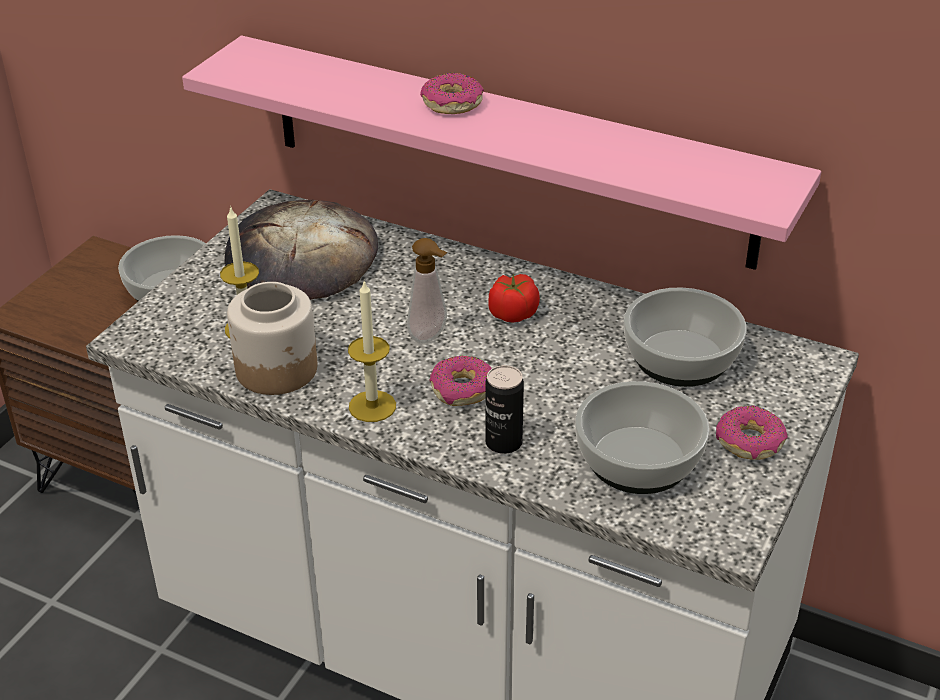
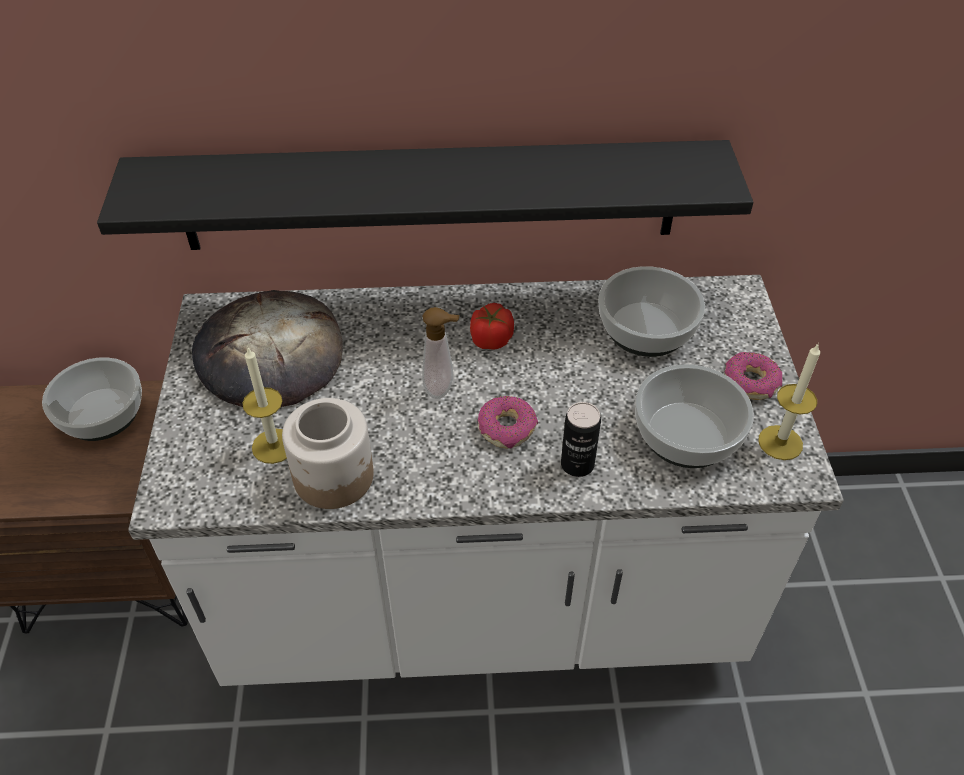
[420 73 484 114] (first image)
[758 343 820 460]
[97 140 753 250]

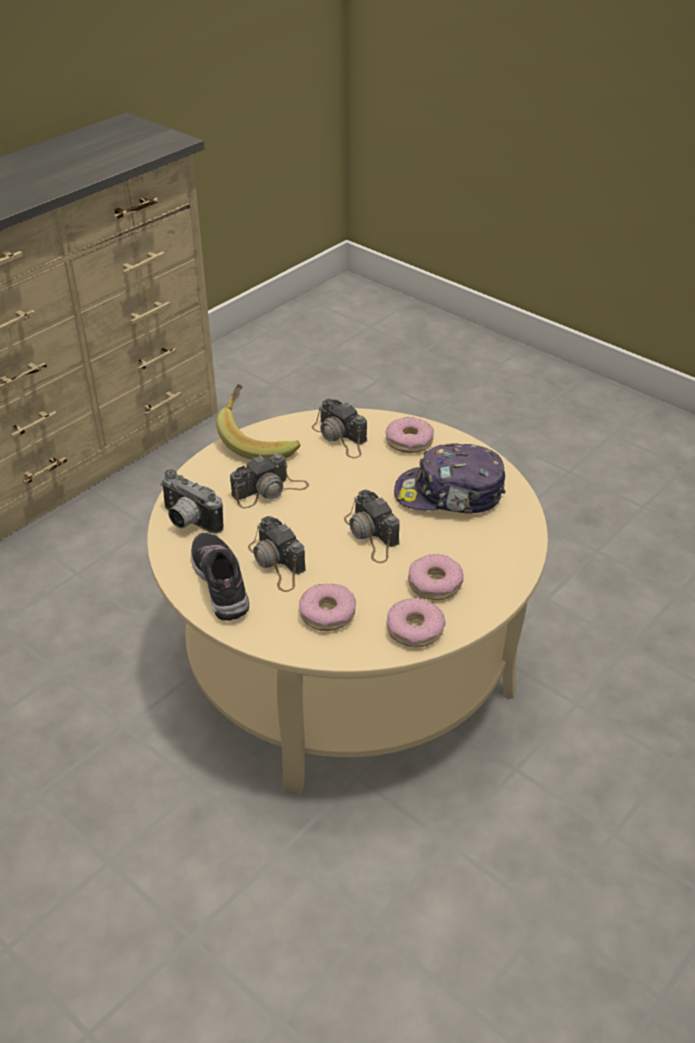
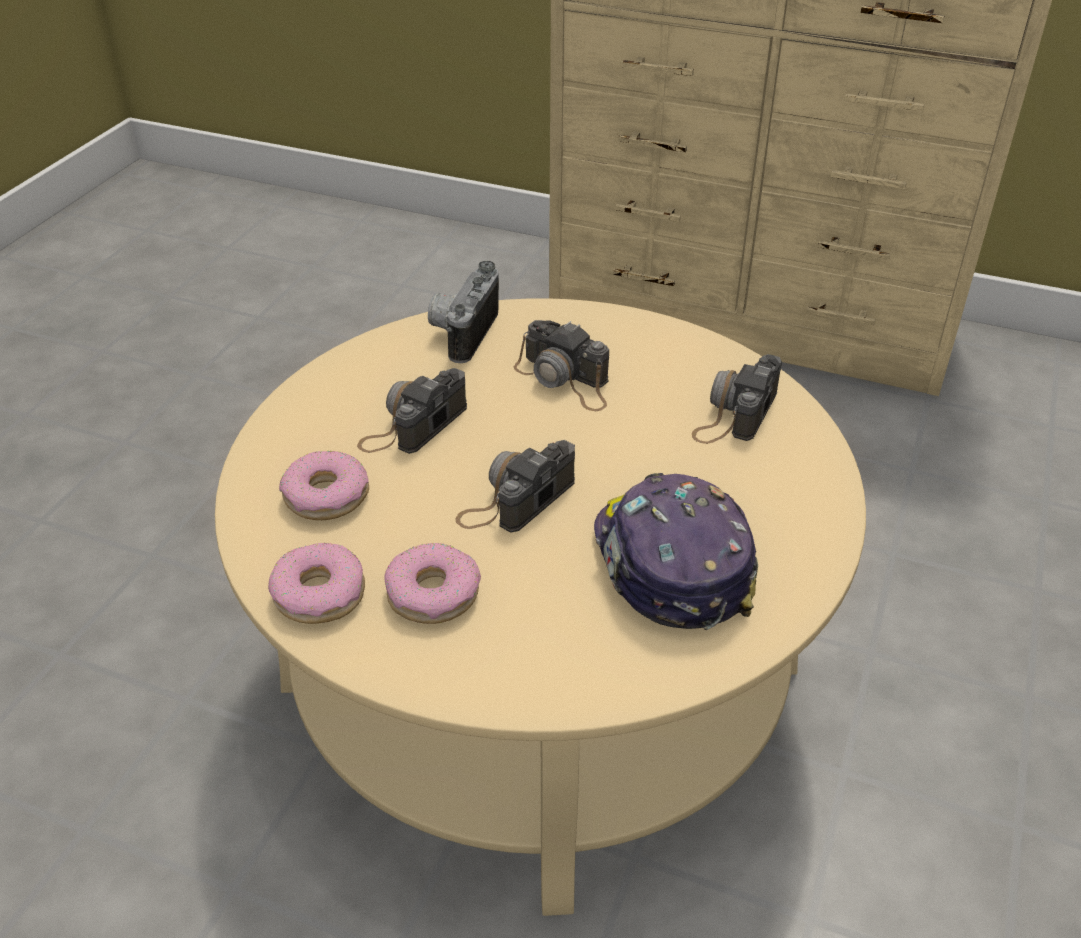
[191 533 249 621] (first image)
[216 384 301 460] (first image)
[386 417 434 453] (first image)

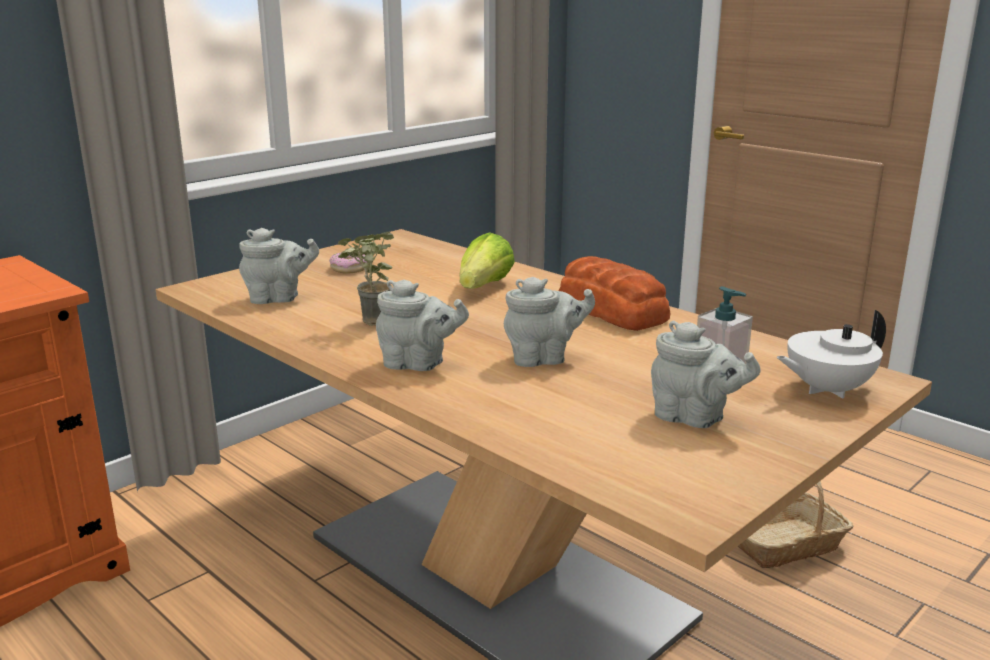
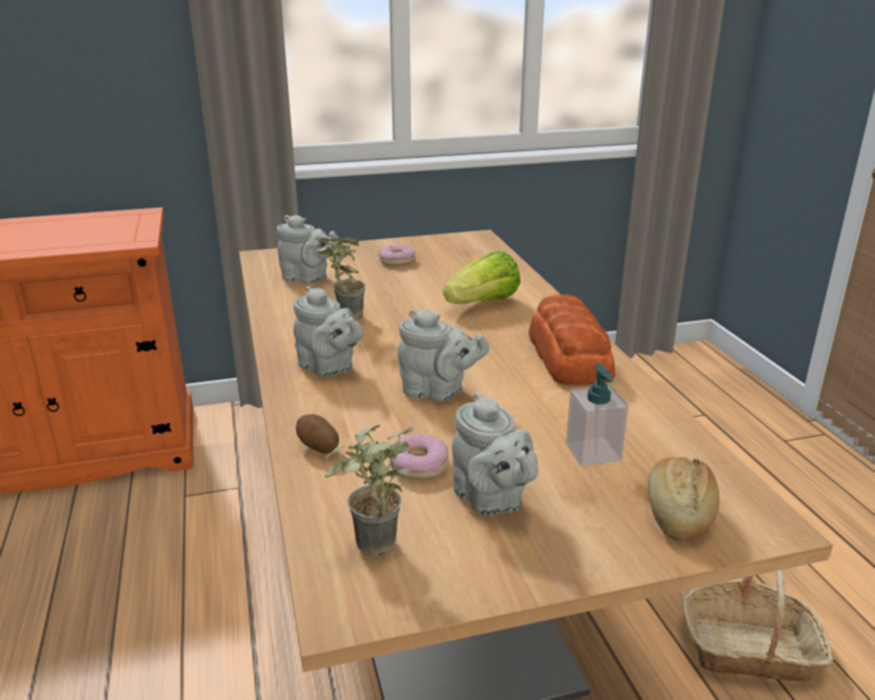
[296 414 339 454]
[324 425 415 557]
[389 434 448 480]
[648 457 720 542]

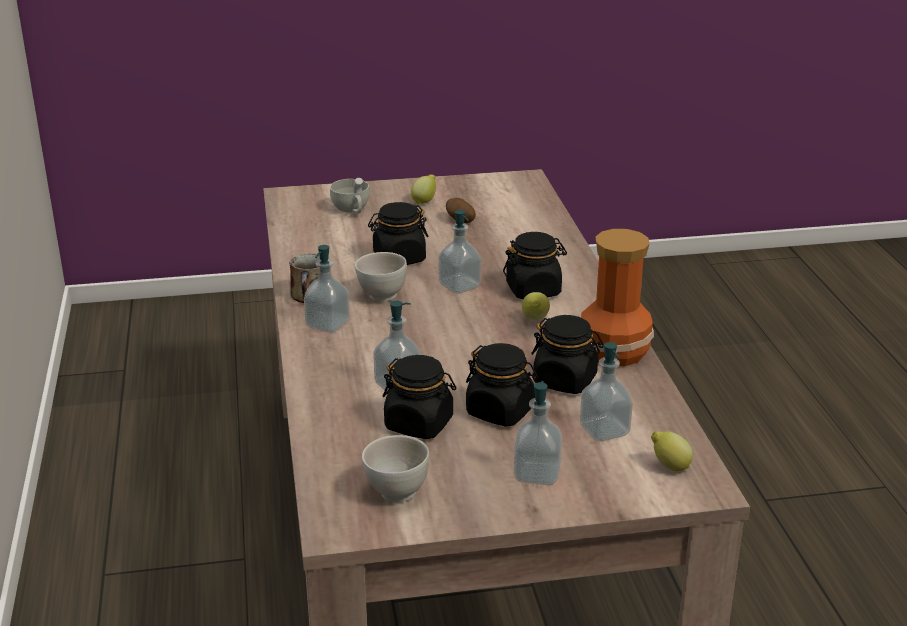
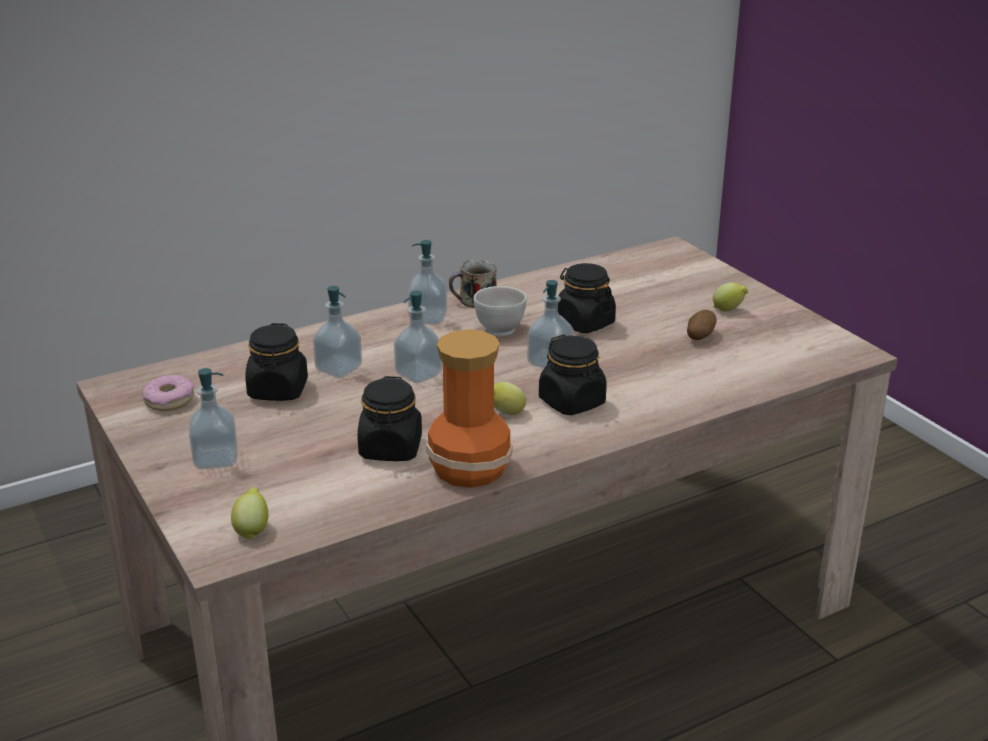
[330 178 370 214] (first image)
[466 343 538 427] (first image)
[394 291 442 383]
[141 374 194 411]

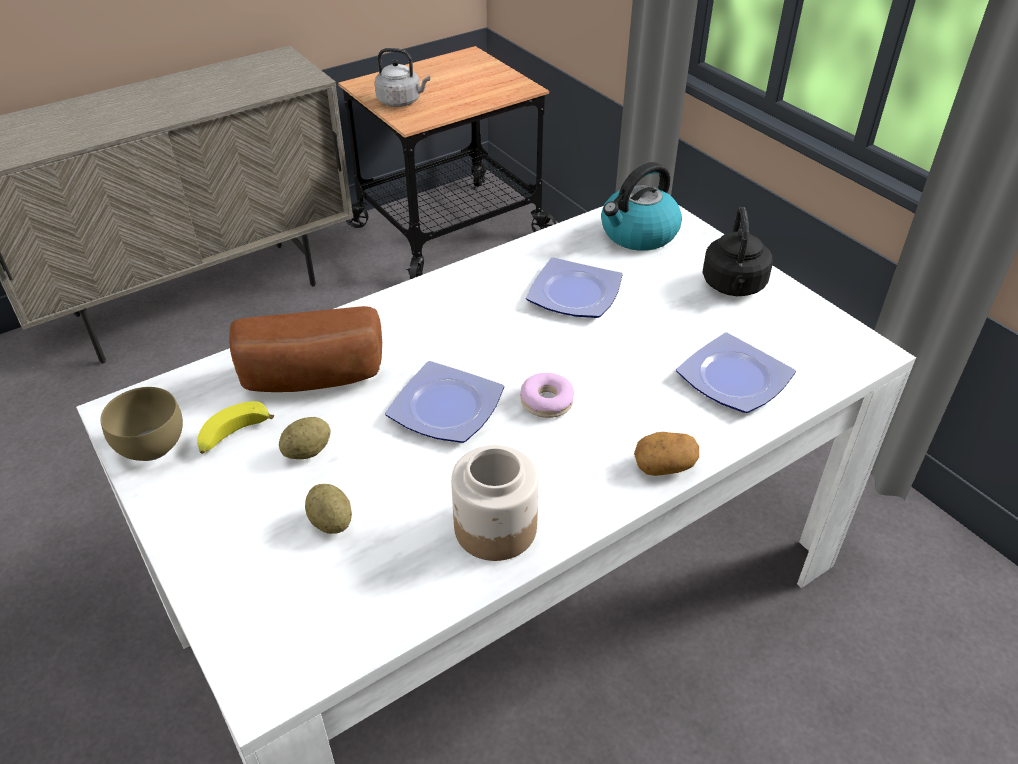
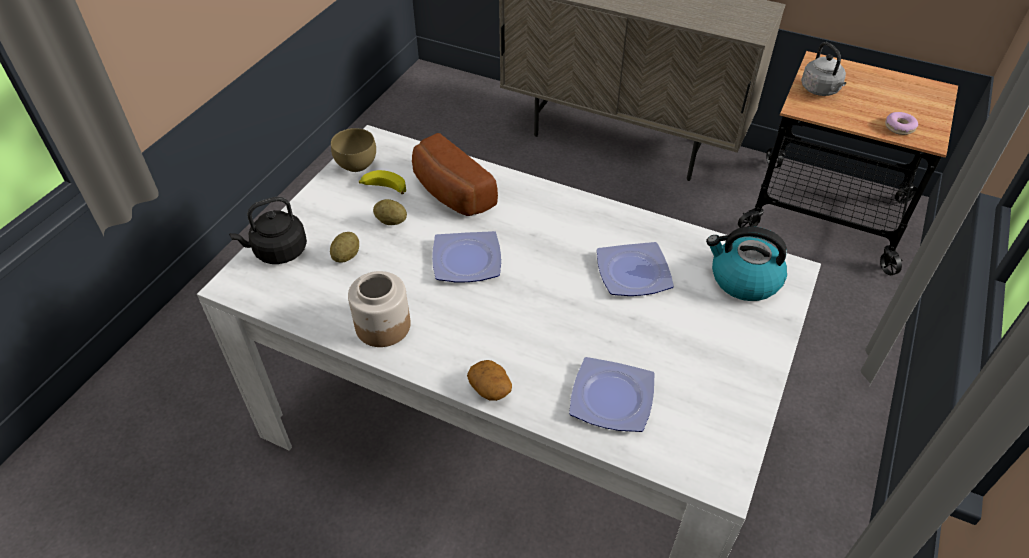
[885 112 918 135]
[229 197 307 264]

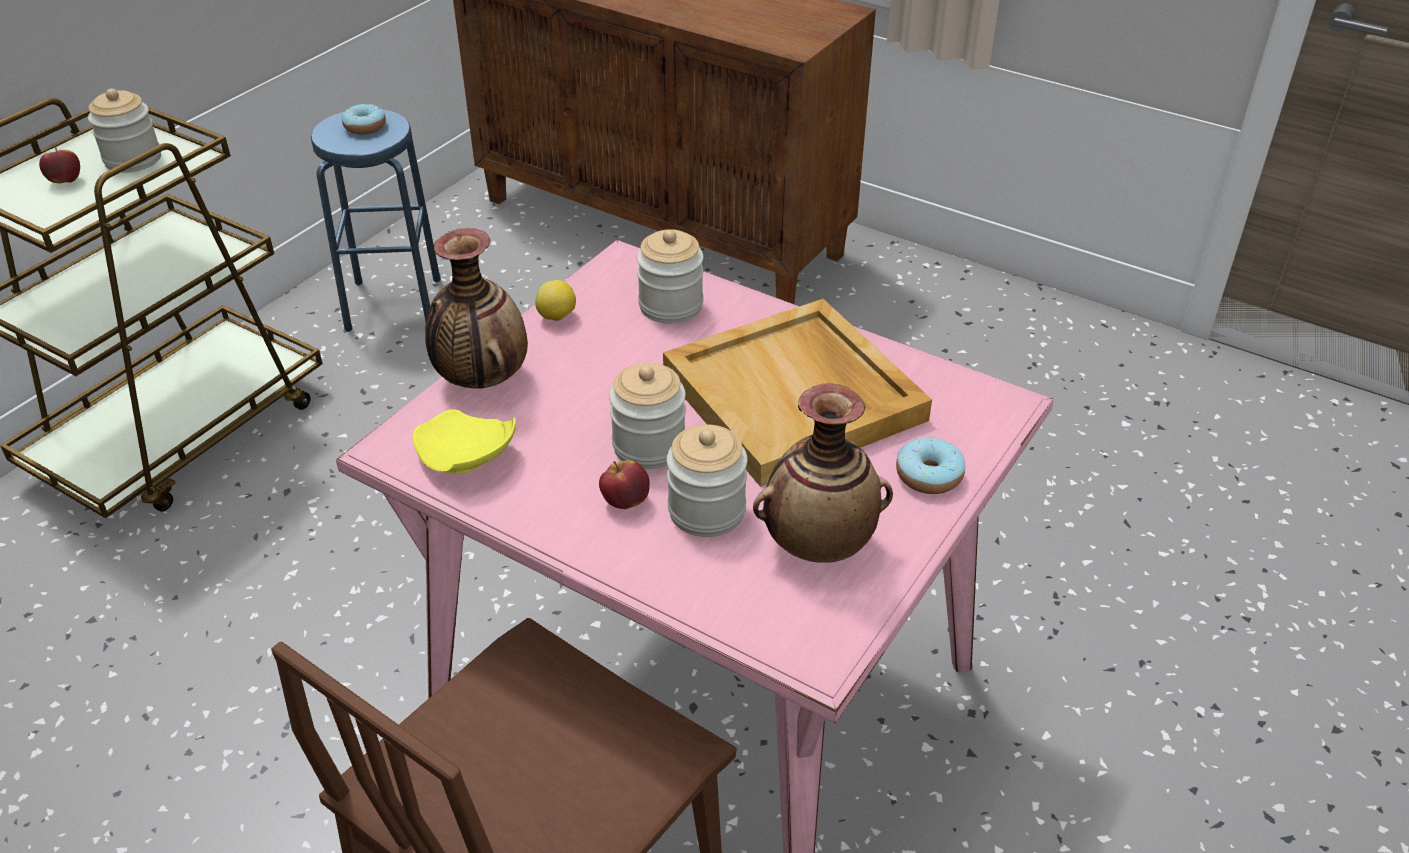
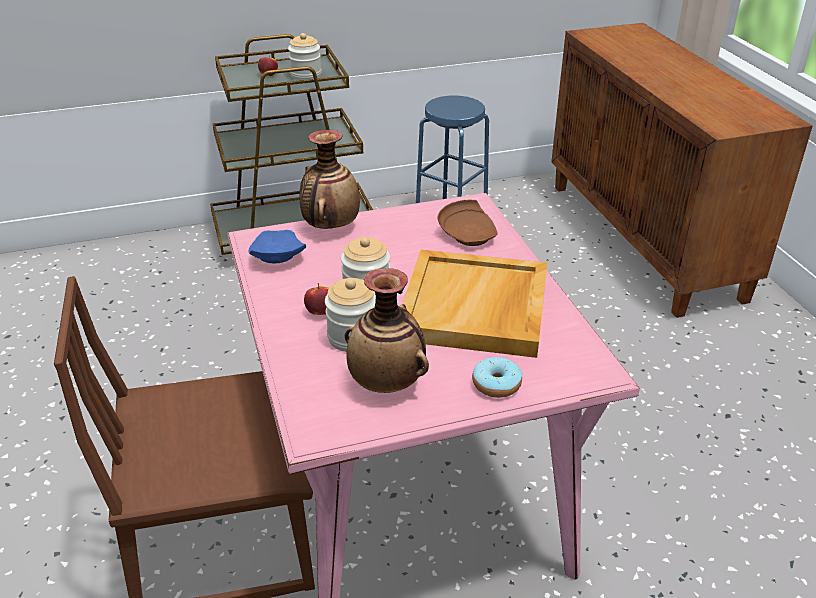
[342 104 386 134] (first image)
[535 280 576 321] (first image)
[437 200 498 246]
[248 230 306 263]

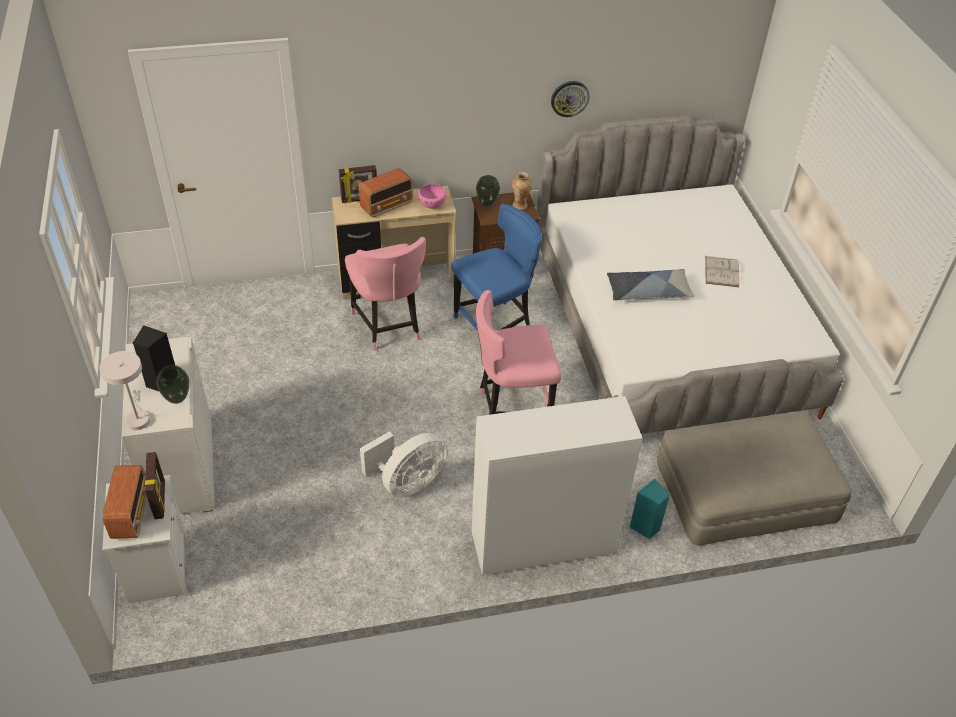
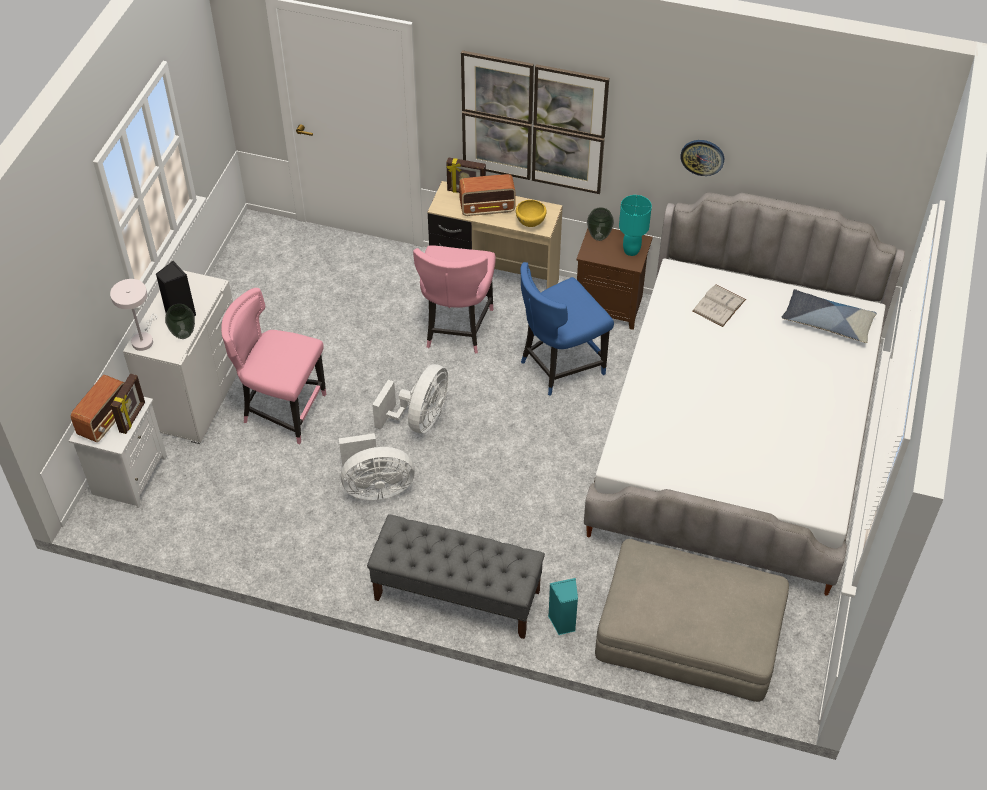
[372 364 448 433]
[461 50 609 194]
[221 288 326 444]
[782 289 877 343]
[692 284 746 327]
[367 514 545 639]
[619 195 652 256]
[516 200 546 227]
[520 262 614 396]

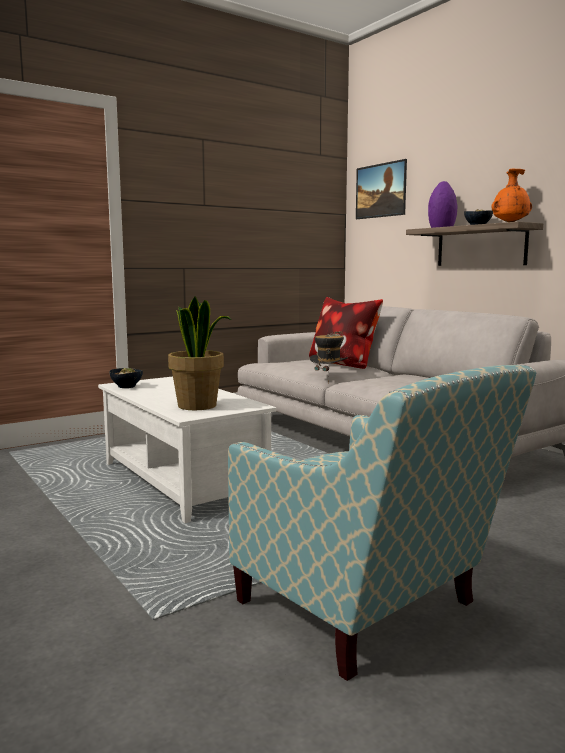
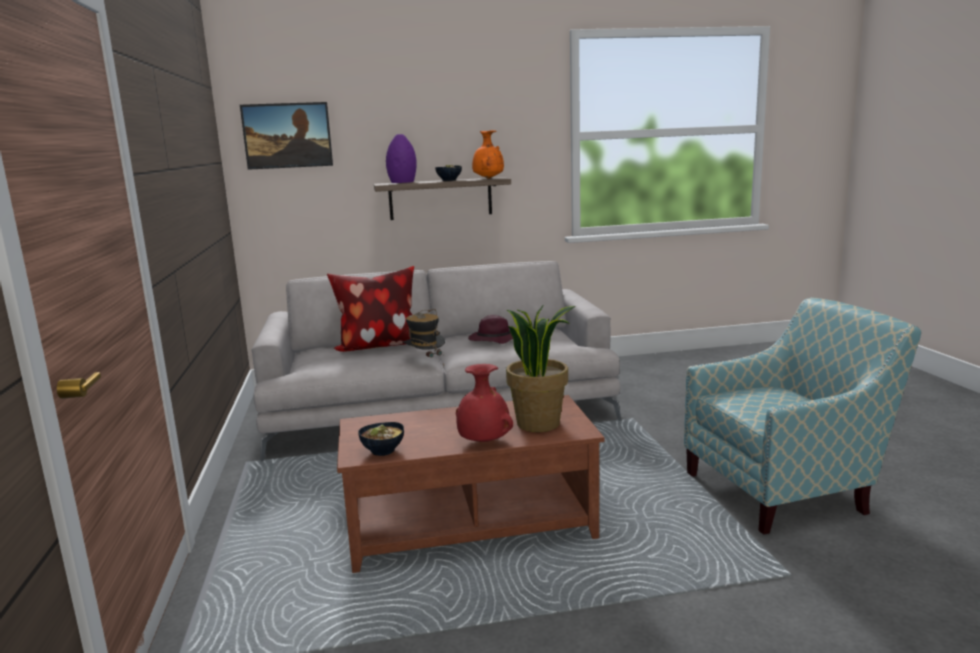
[456 364 513 442]
[468 315 513 344]
[337 395 604 573]

